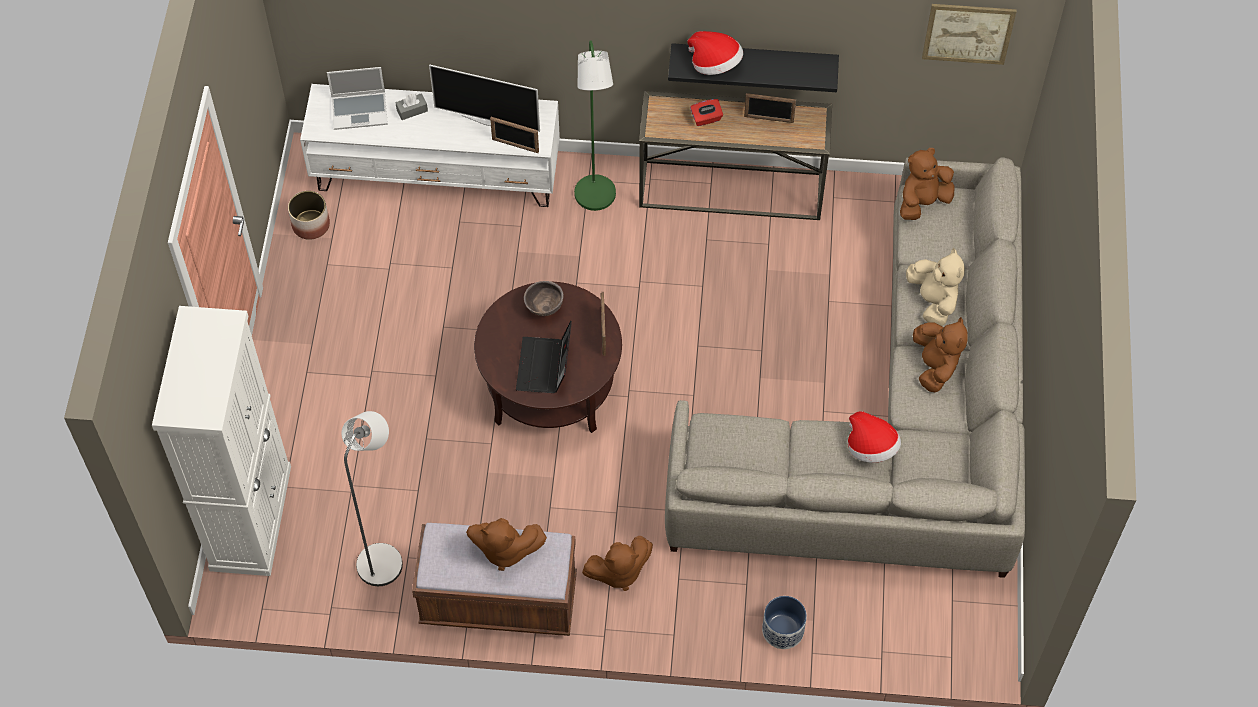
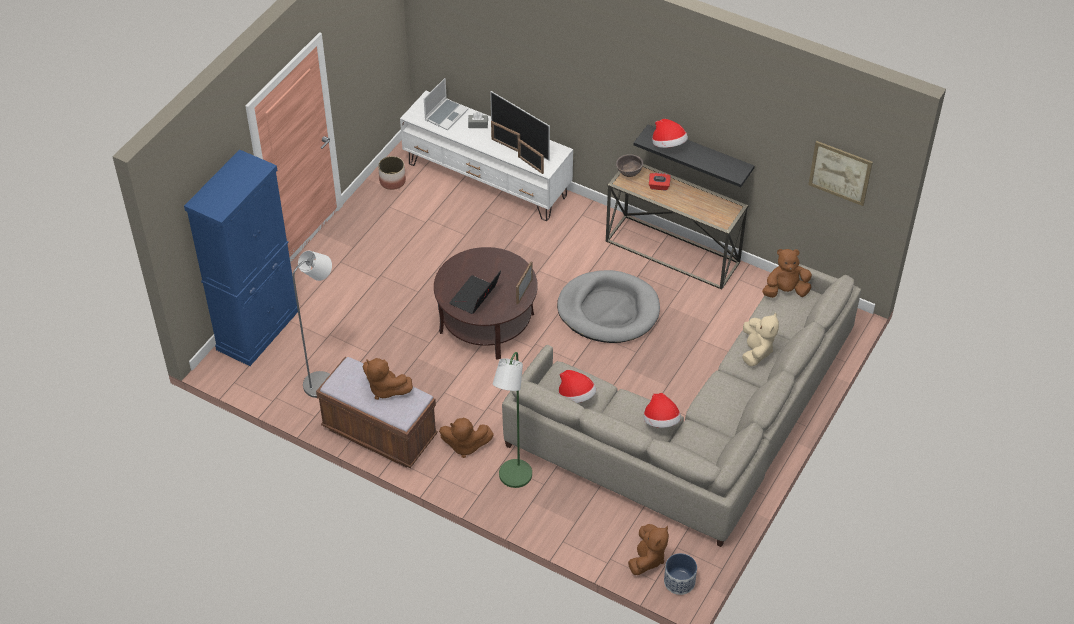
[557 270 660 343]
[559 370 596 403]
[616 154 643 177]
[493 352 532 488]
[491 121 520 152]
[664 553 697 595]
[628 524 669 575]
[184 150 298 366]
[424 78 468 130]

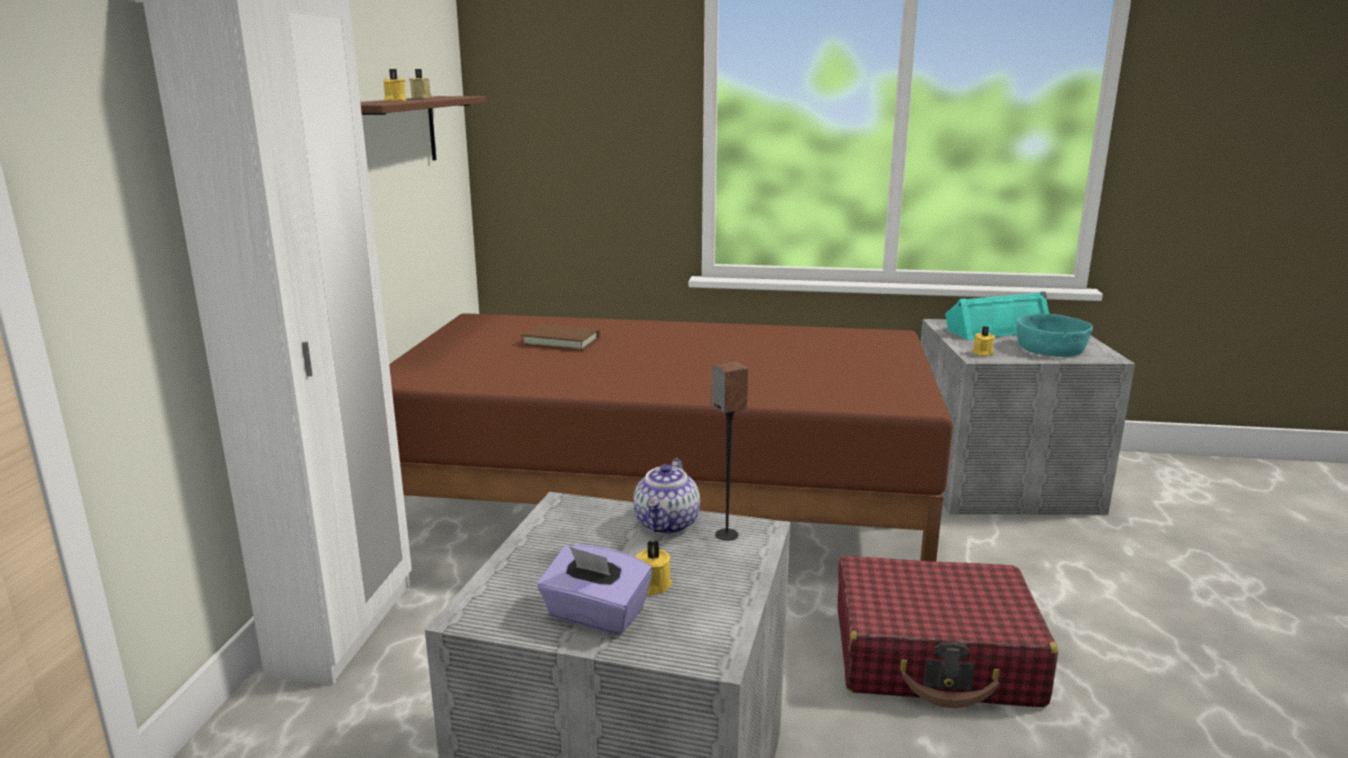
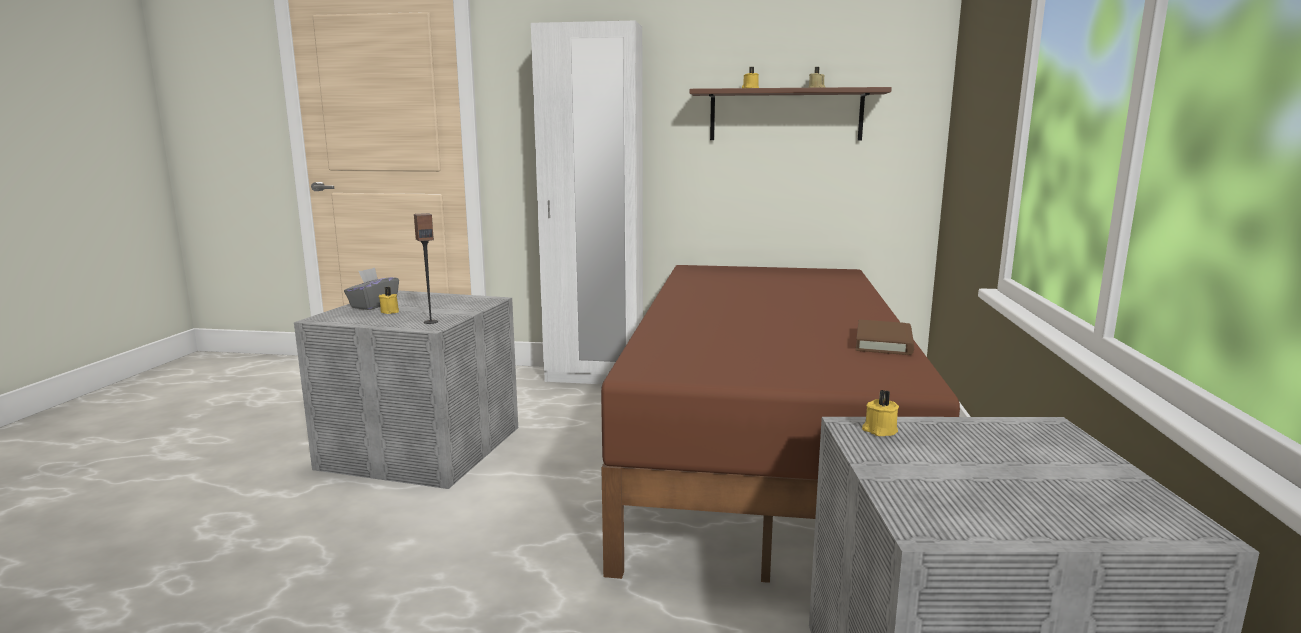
[633 458 700 534] (first image)
[838 556 1058 708] (first image)
[945 292 1049 340] (first image)
[1017 313 1093 357] (first image)
[856 320 914 355]
[344 268 399 310]

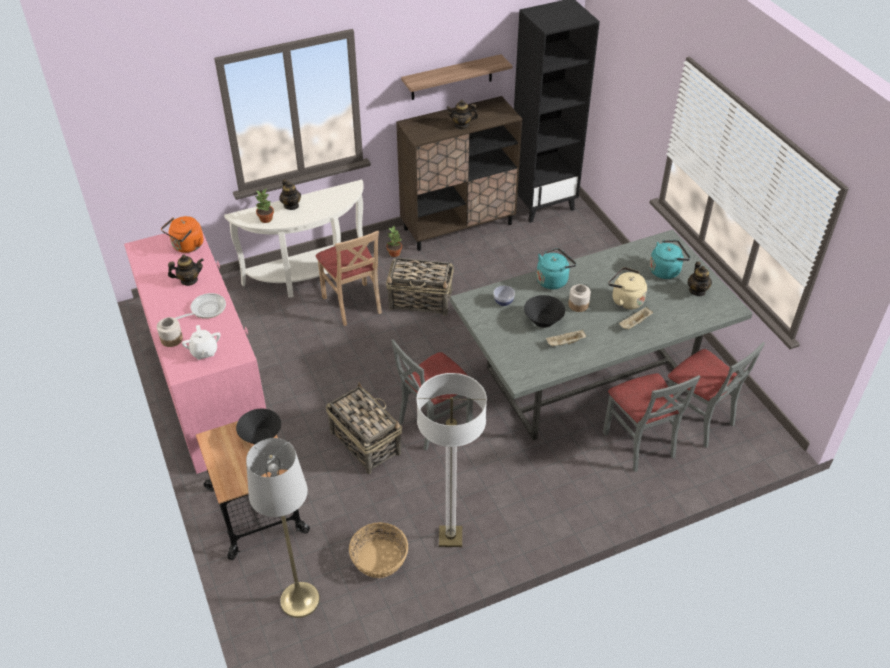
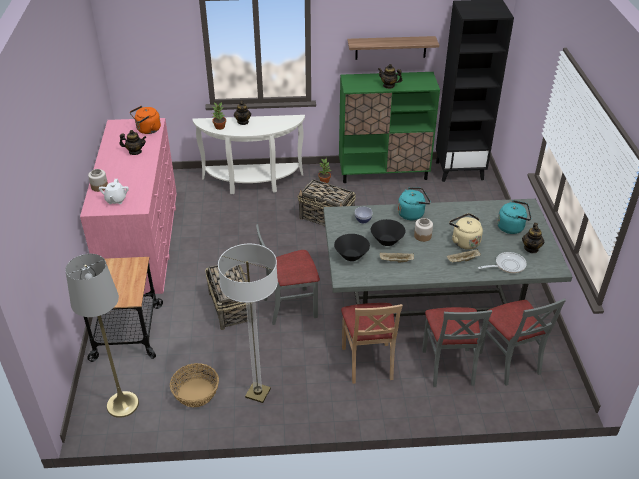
[478 252 527 273]
[334 234 370 261]
[341 303 403 384]
[339 72 440 183]

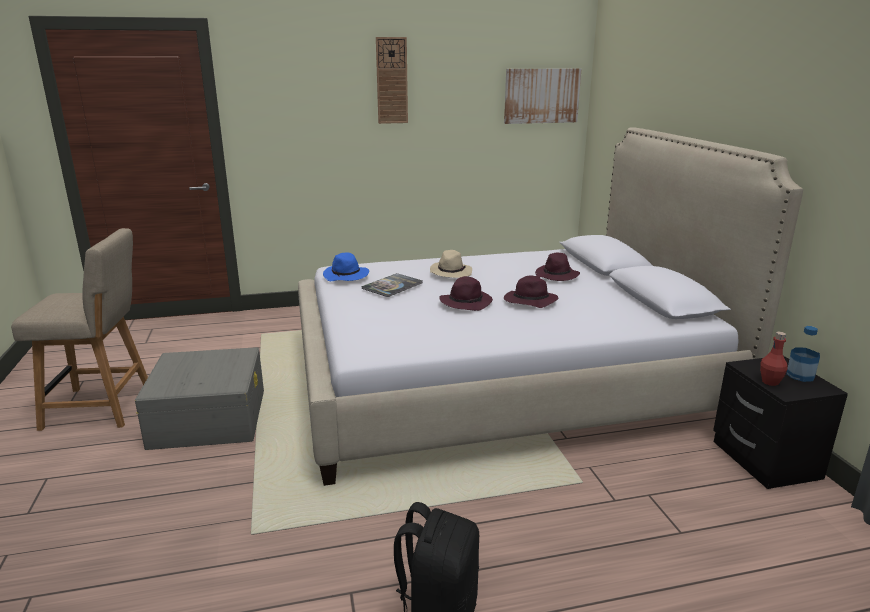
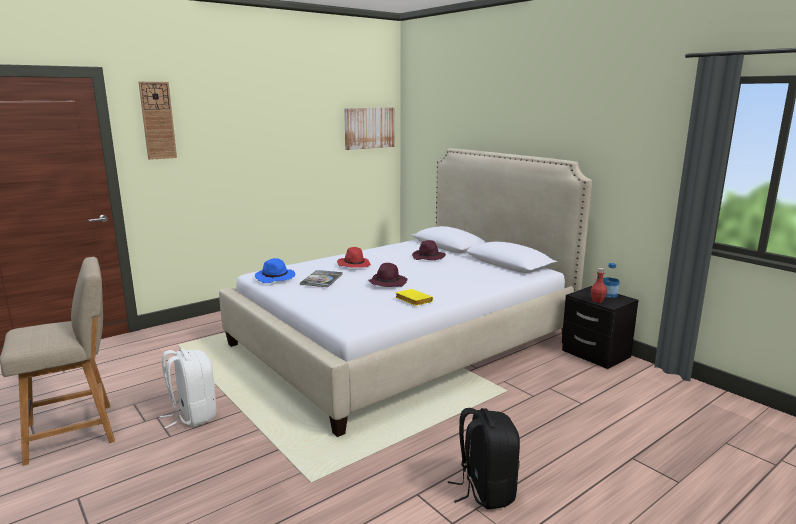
[504 275 558 308] (first image)
[395 289 433 306]
[139 82 177 160]
[160 348 216 429]
[337 247 370 268]

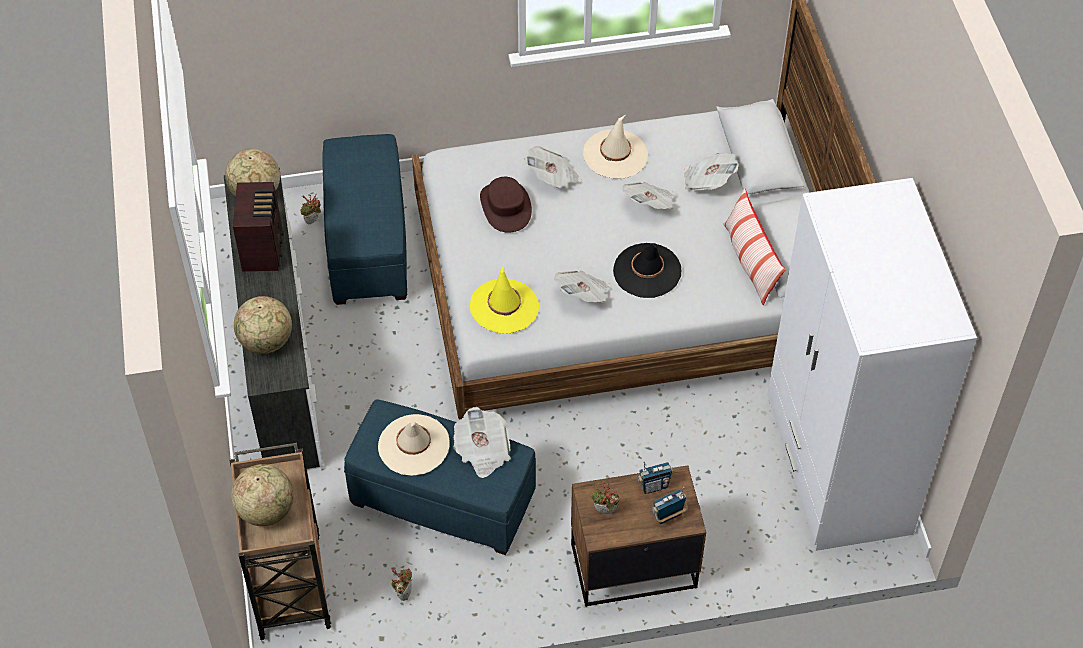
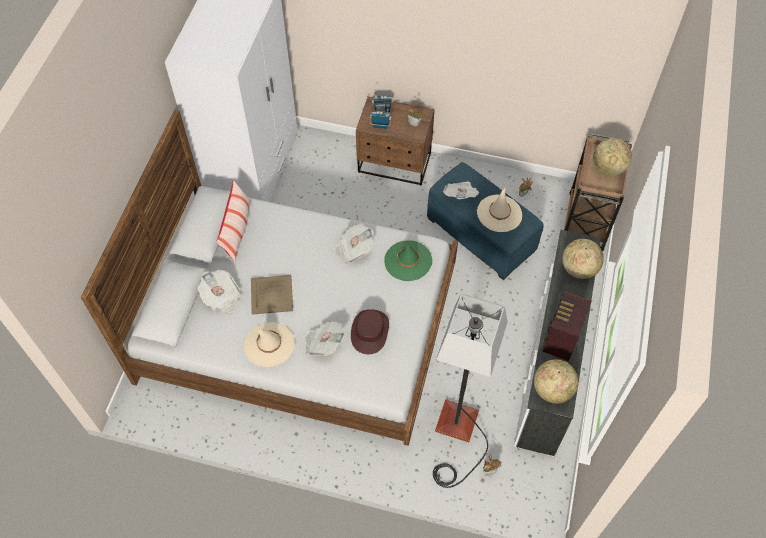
[613 243 681 298] (first image)
[433 293 508 488]
[251 275 293 315]
[384 240 432 281]

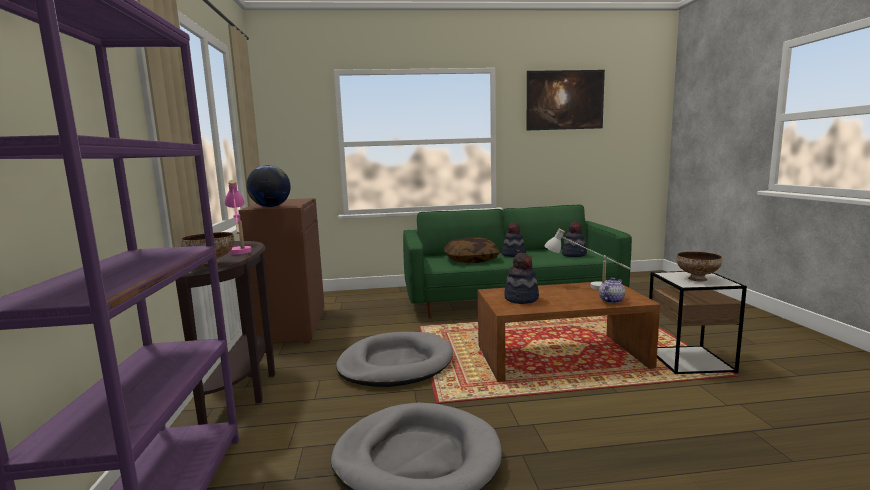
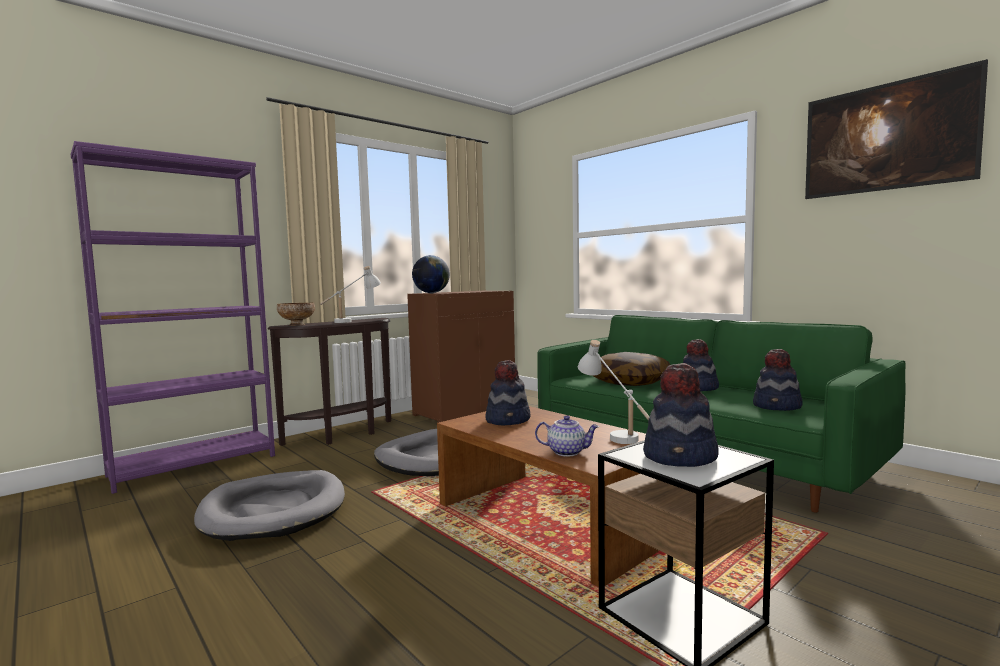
[643 363 718 467]
[320 266 381 323]

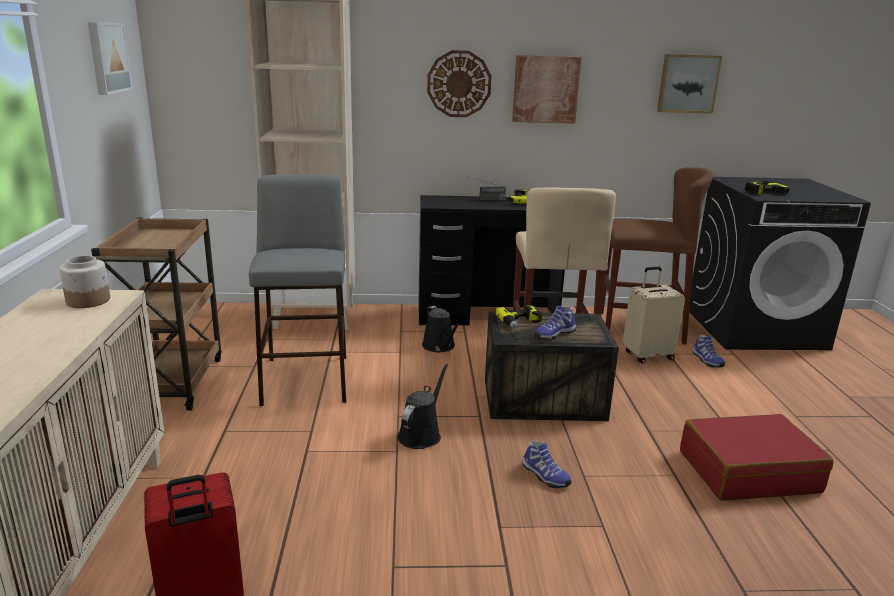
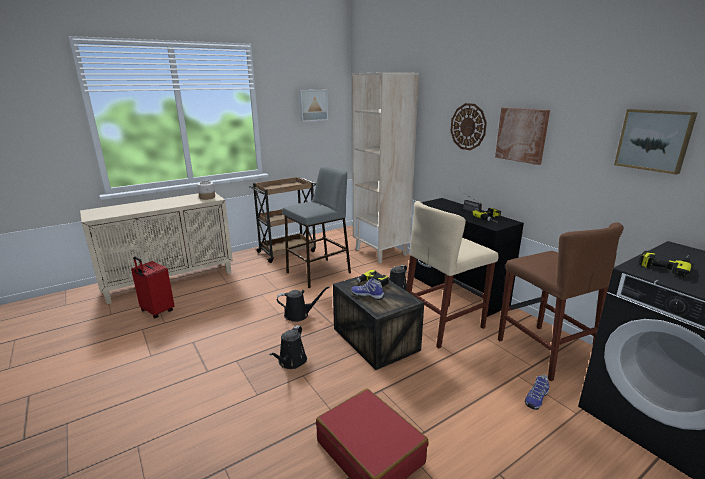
[623 267 685 363] (first image)
[270 325 307 369]

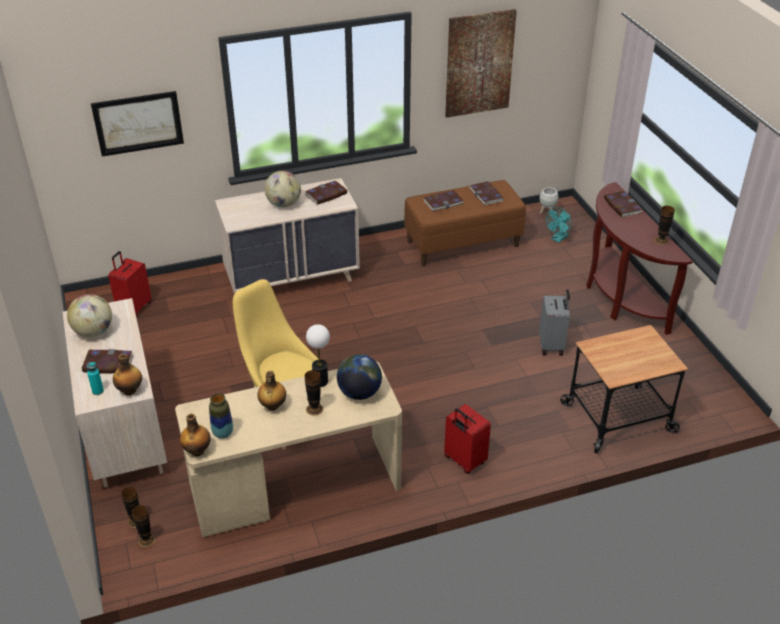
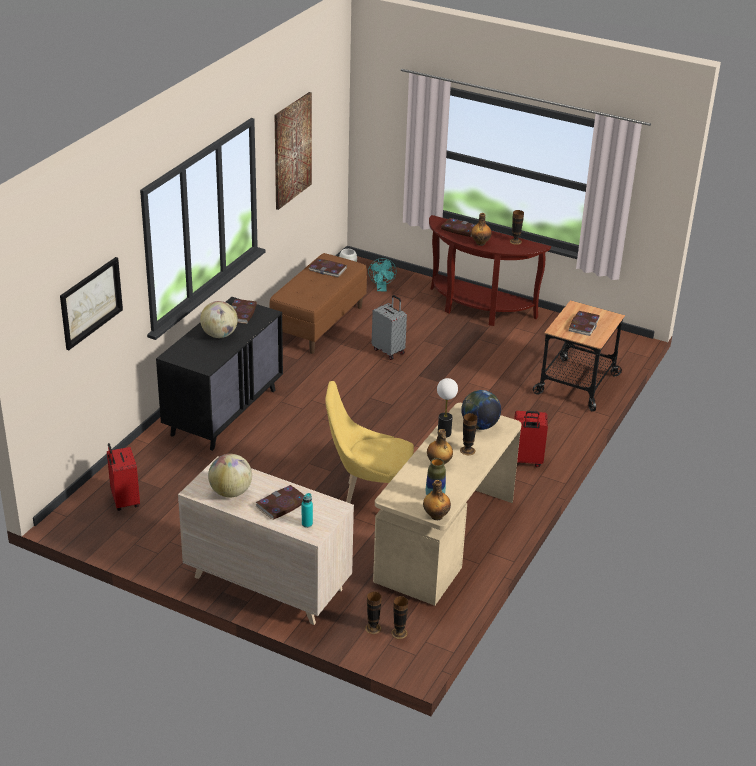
[471 213 491 246]
[569 311 600 336]
[372 295 407 360]
[156 297 283 451]

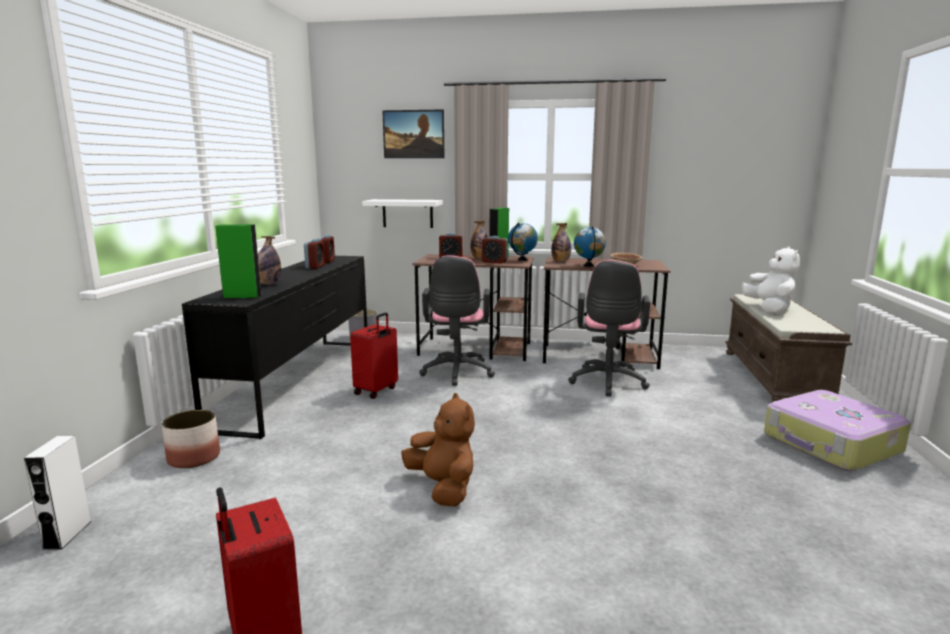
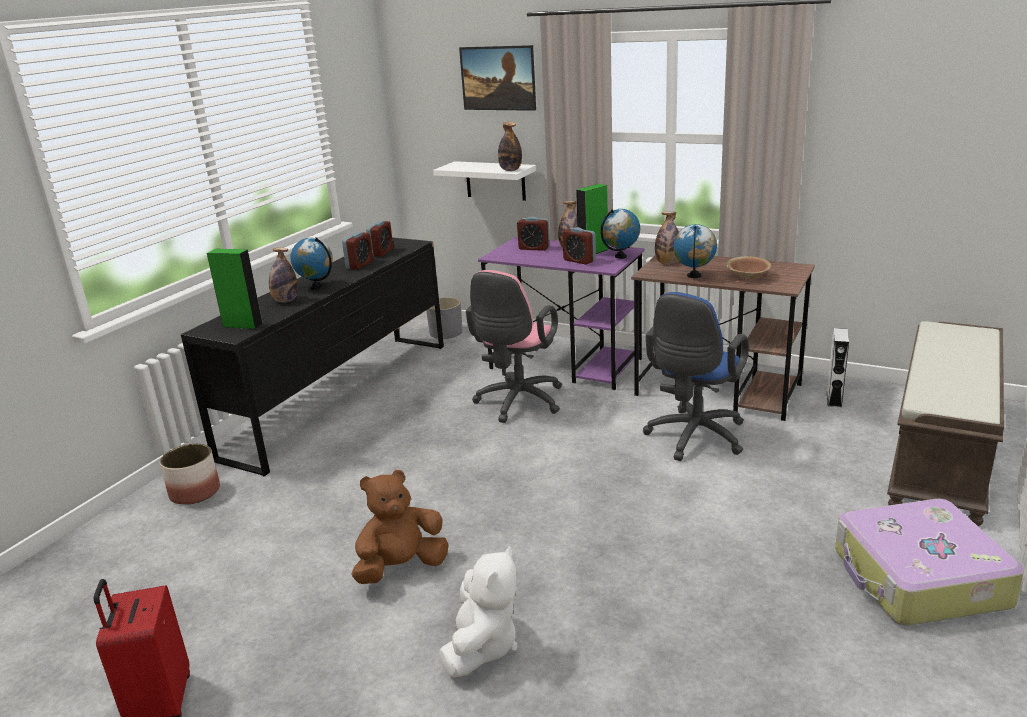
[350 312 398 399] (first image)
[290 237 333 290]
[498 122 522 171]
[827 328 849 407]
[439 546 518 678]
[478 237 645 390]
[643 292 749 461]
[351 470 449 584]

